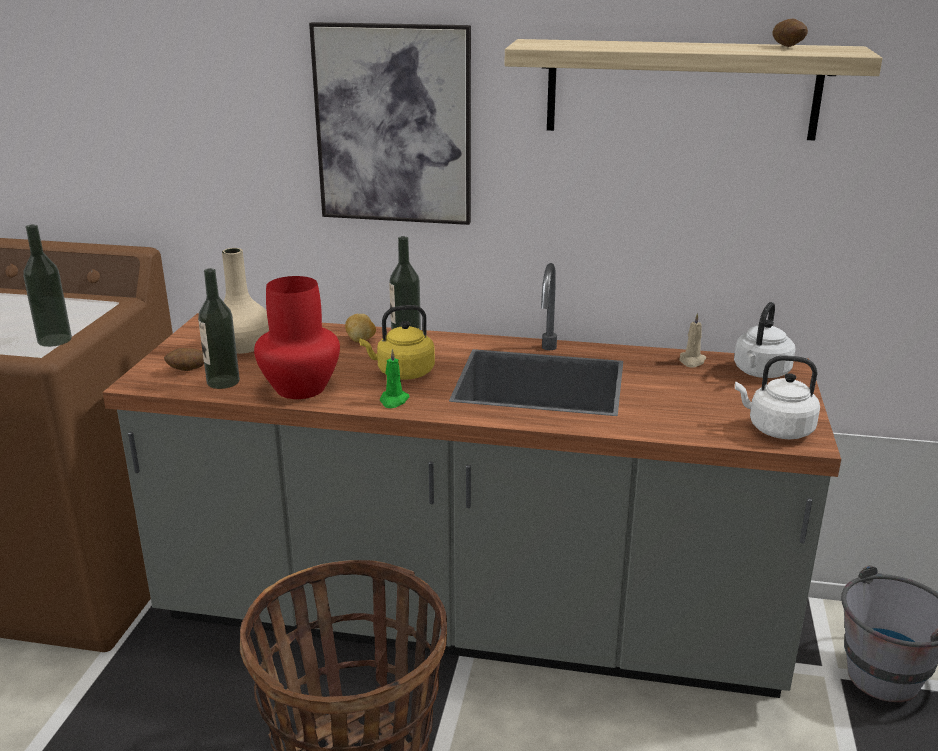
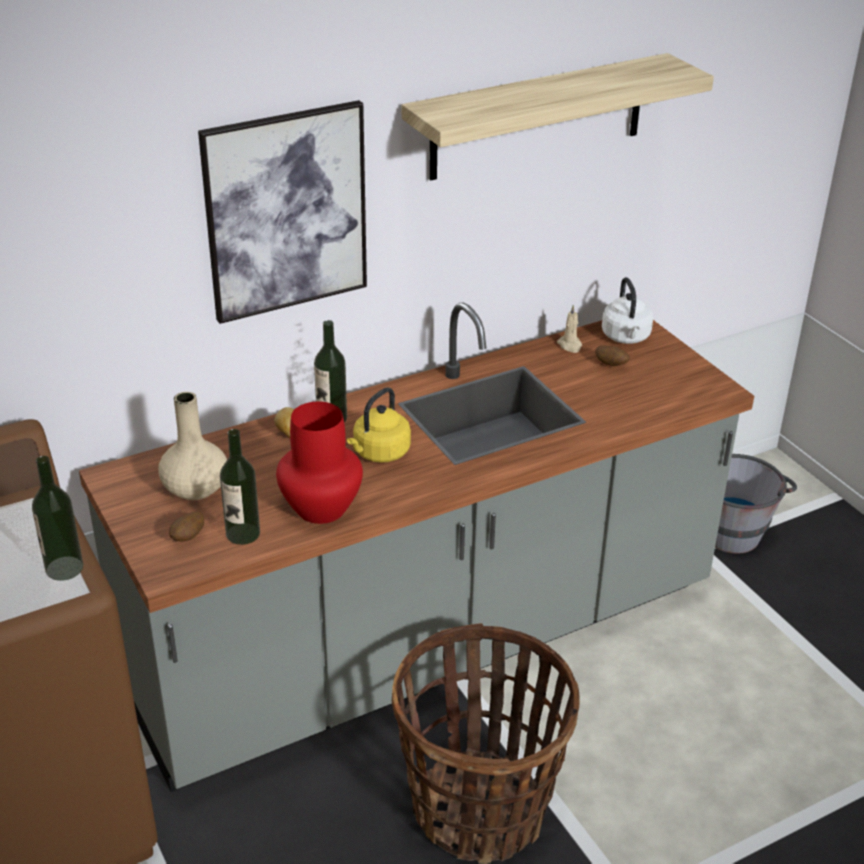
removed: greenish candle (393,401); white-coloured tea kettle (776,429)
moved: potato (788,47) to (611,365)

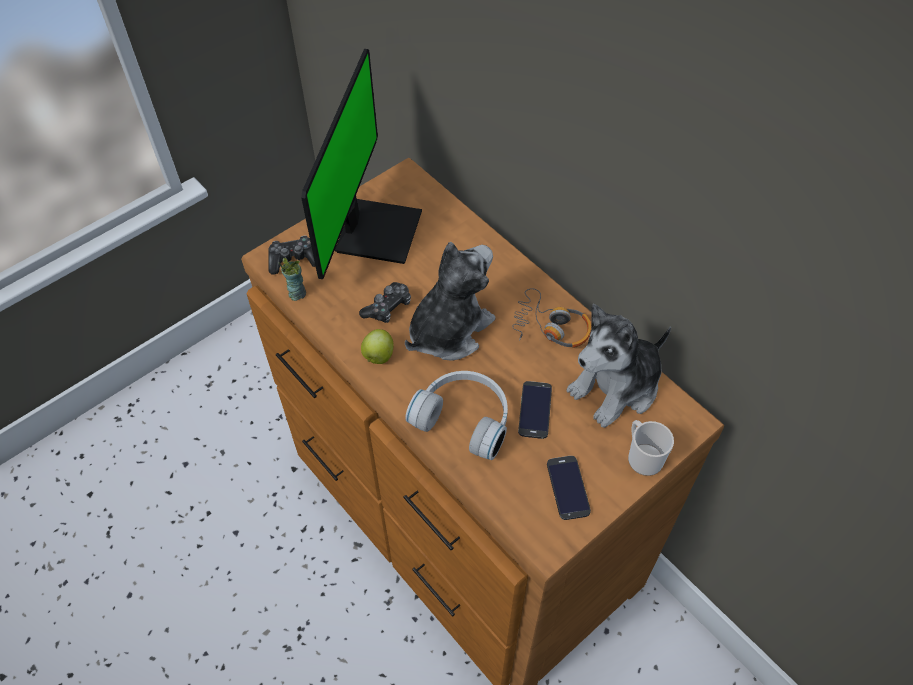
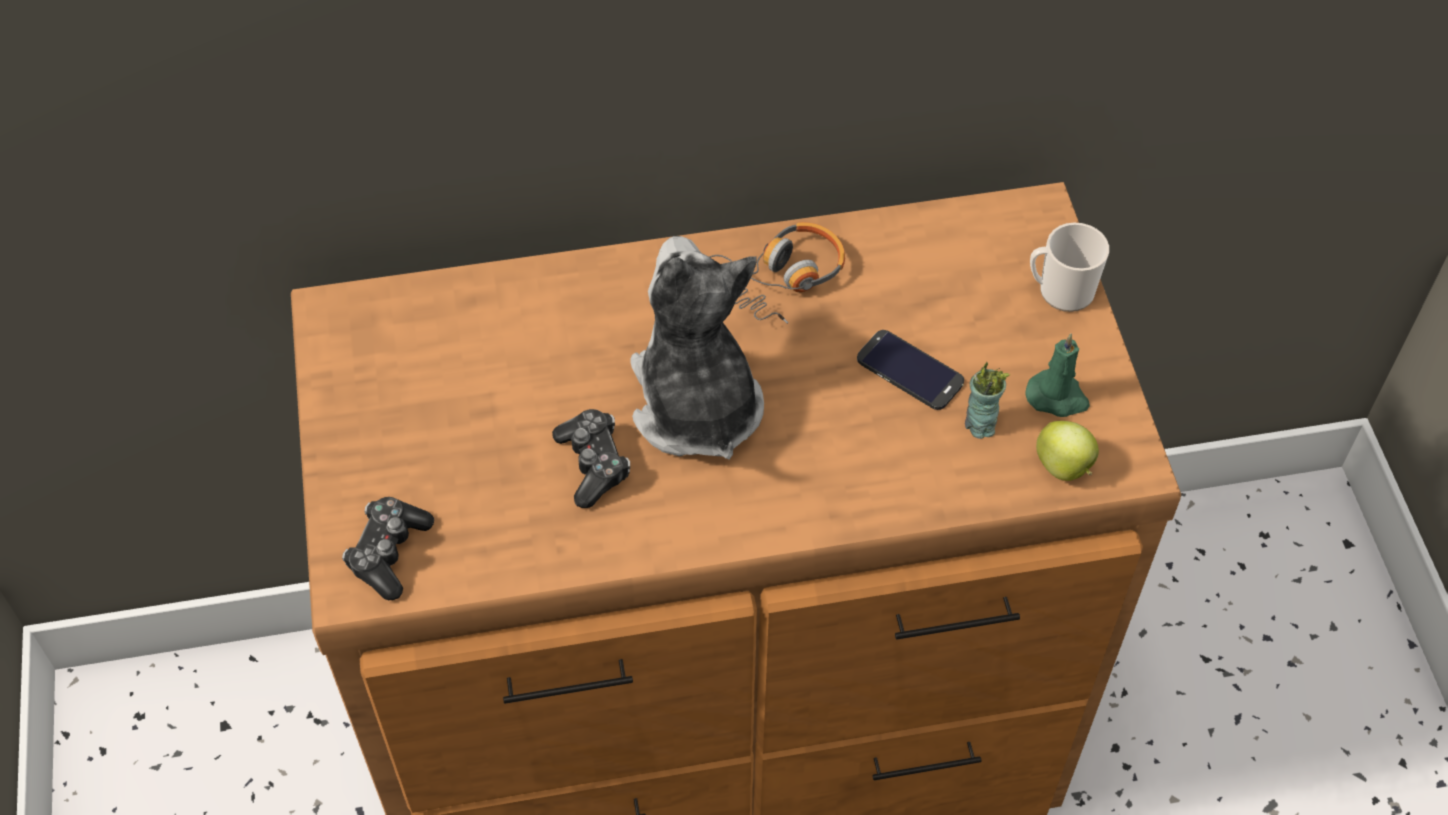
removed: computer screen (374,230); white-coloured headphones (465,417); cuddly toy (616,387)
moved: small cup (297,293) to (979,425); apple (378,356) to (1064,467)
replaced: telephone (568,487) to greenish candle (1057,397)

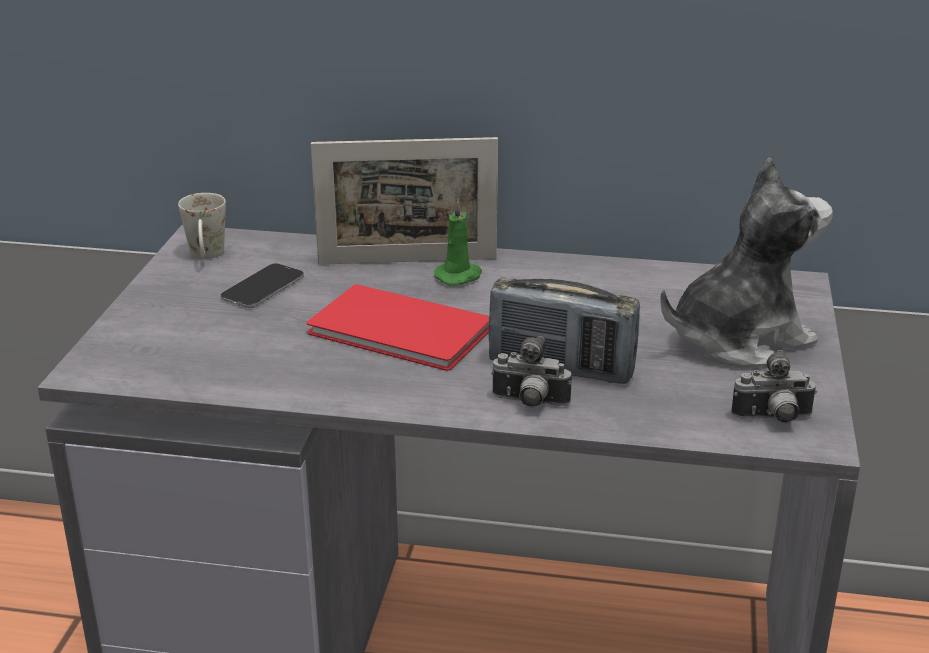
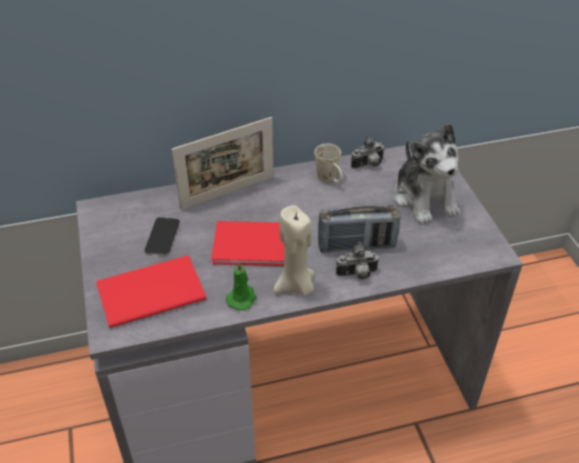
added: reddish volume (147,292); beige-coloured candle (296,286)
moved: white-coloured coffee mug (207,257) to (330,179); greenish candle (459,276) to (242,298); photo camera (773,419) to (368,165)
turned: cuddly toy (738,339) = (425,198) 120 degrees clockwise

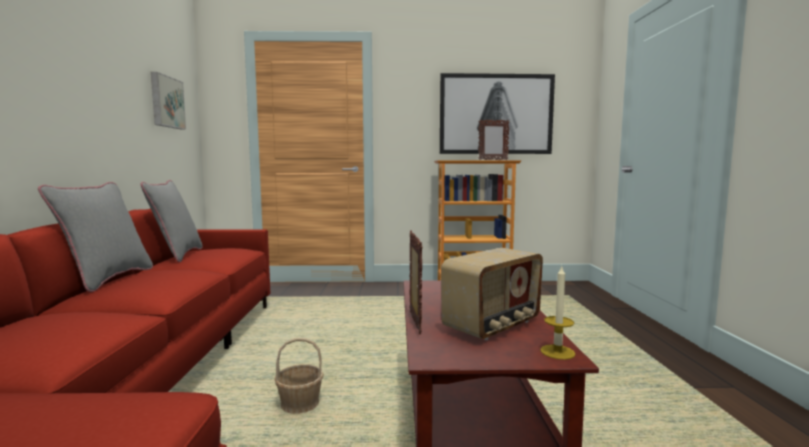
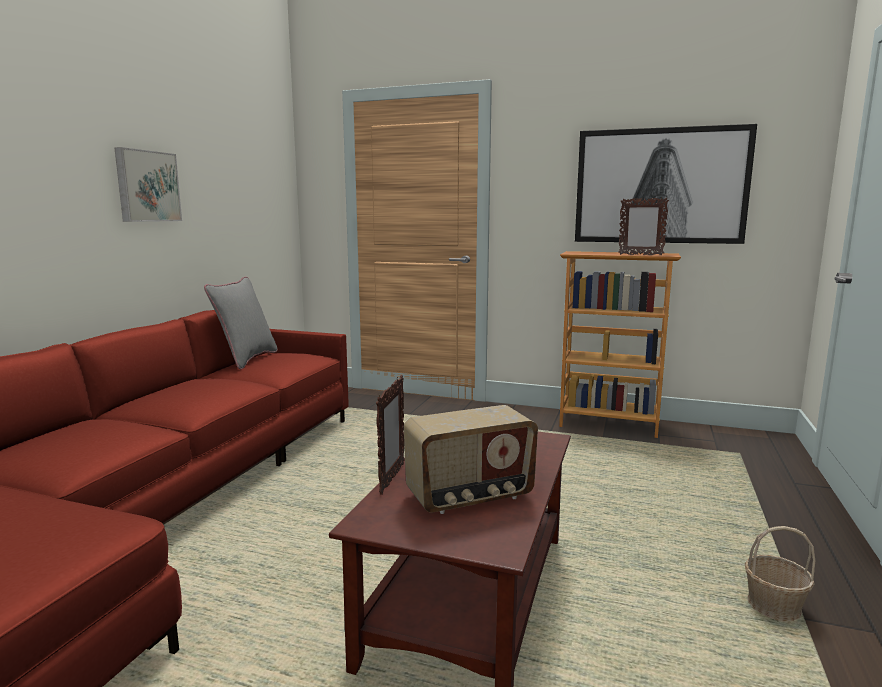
removed: grey throw pillow (107,279); candle (557,352)
moved: wall art (166,102) to (147,186); household basket (299,404) to (773,606)

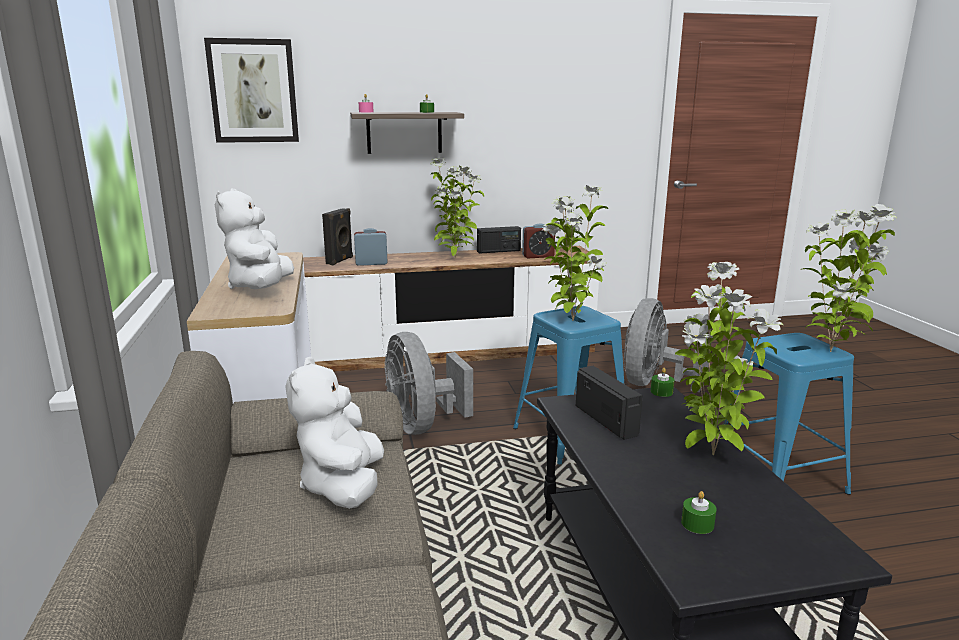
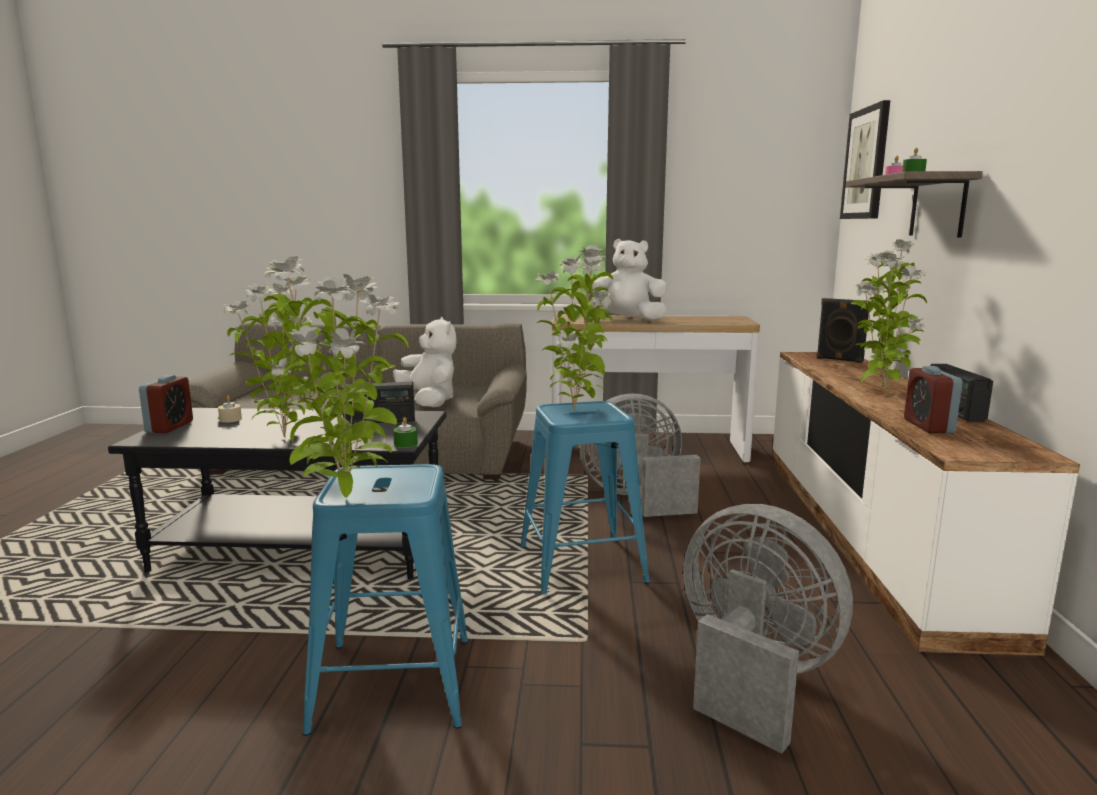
moved: alarm clock (371,263) to (169,427)
recoloured: greenish candle (697,524) to beige-coloured candle (230,419)
turned: white-coloured cuddly toy (343,486) = (429,401) 45 degrees clockwise

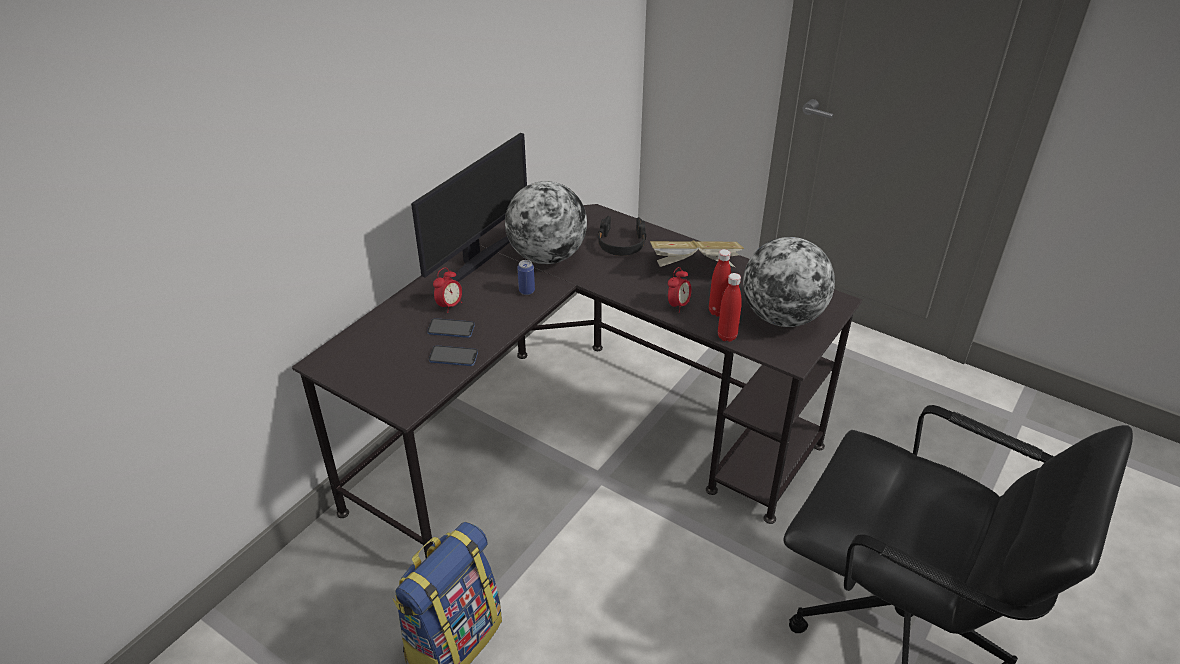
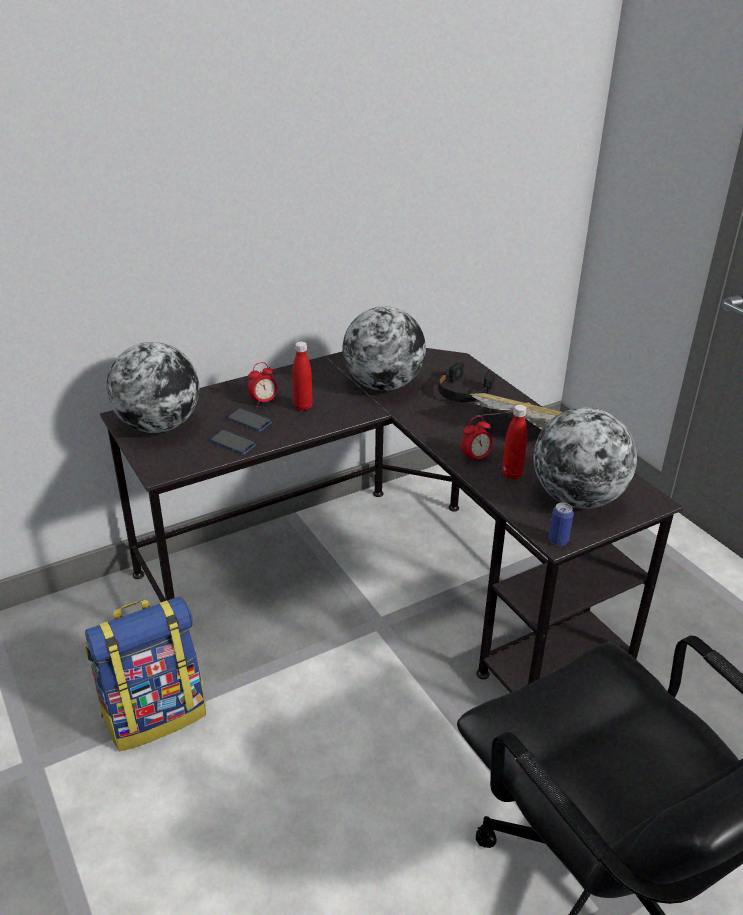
removed: computer screen (476,260)
added: globe (158,426)
moved: metal can (526,291) to (558,540); reddish bottle (727,336) to (303,407)

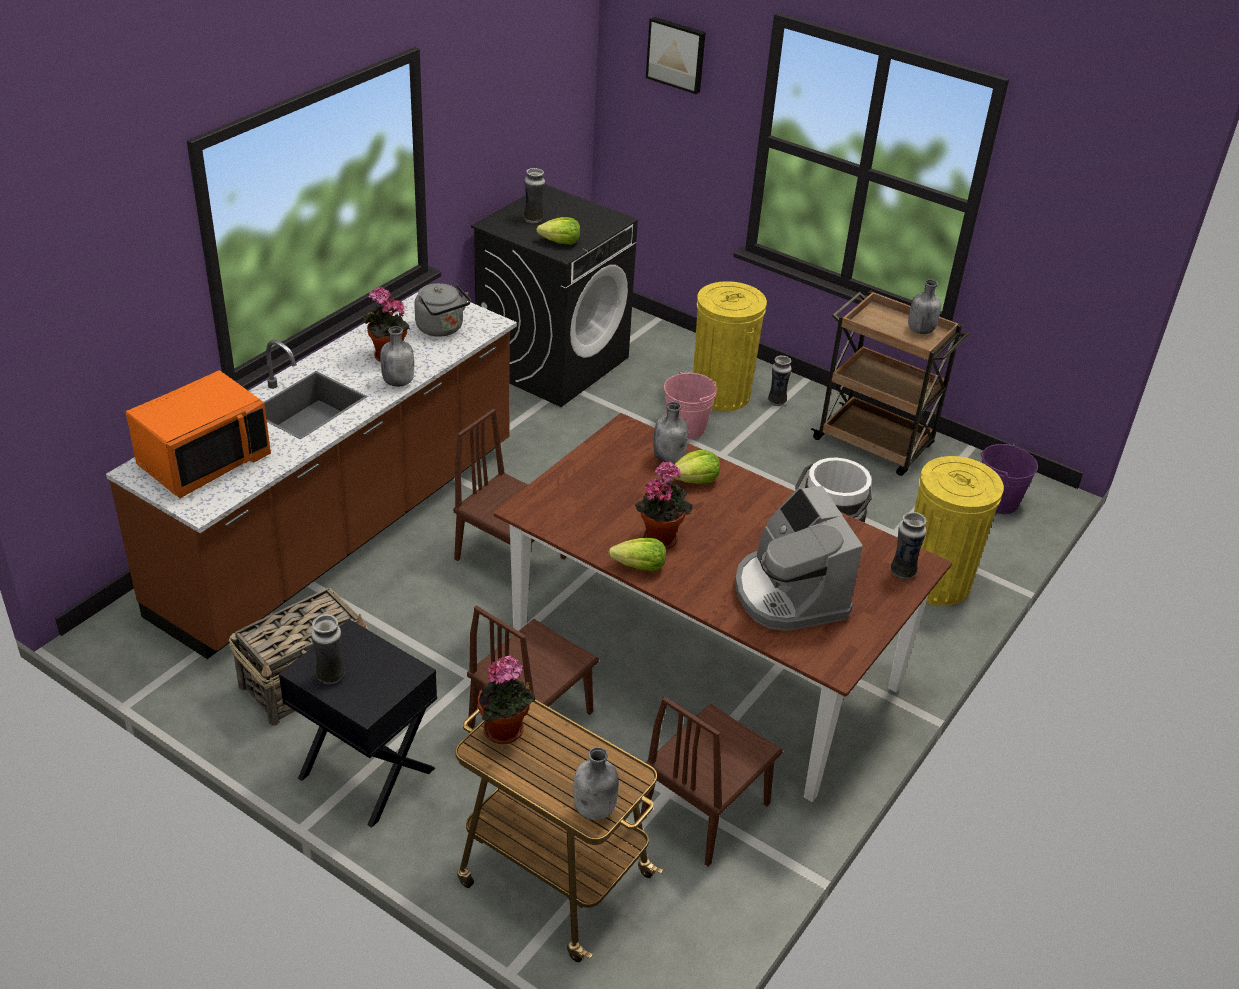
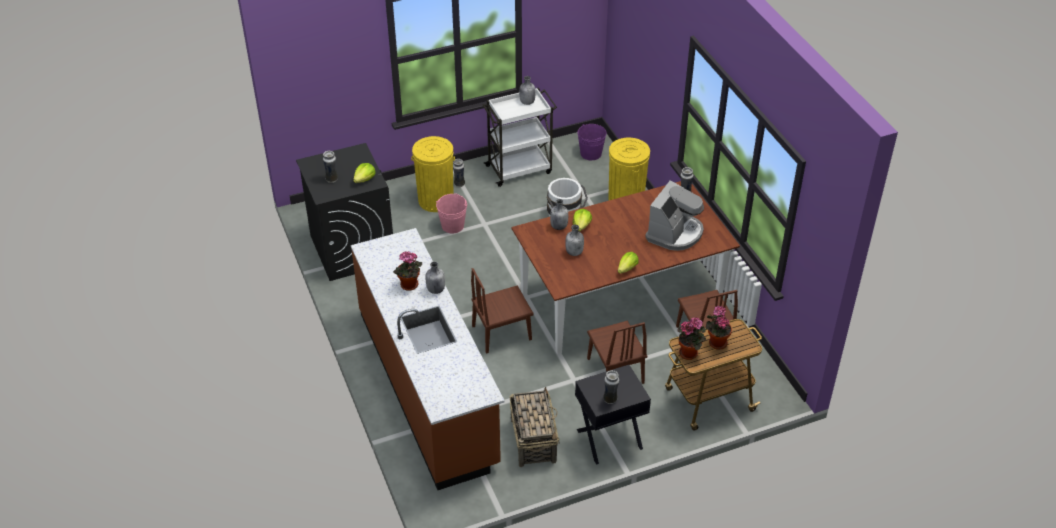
removed: orange microwave oven (203,460); grey tea kettle (442,329); wall art (677,54)
moved: grey bottle (595,809) to (574,252); houseplant (660,537) to (716,342)
recoloured: brown wheeled cart (875,444) to white-coloured wheeled cart (520,169)
turned: coffee brewer (788,594) = (675,233) 75 degrees counterclockwise

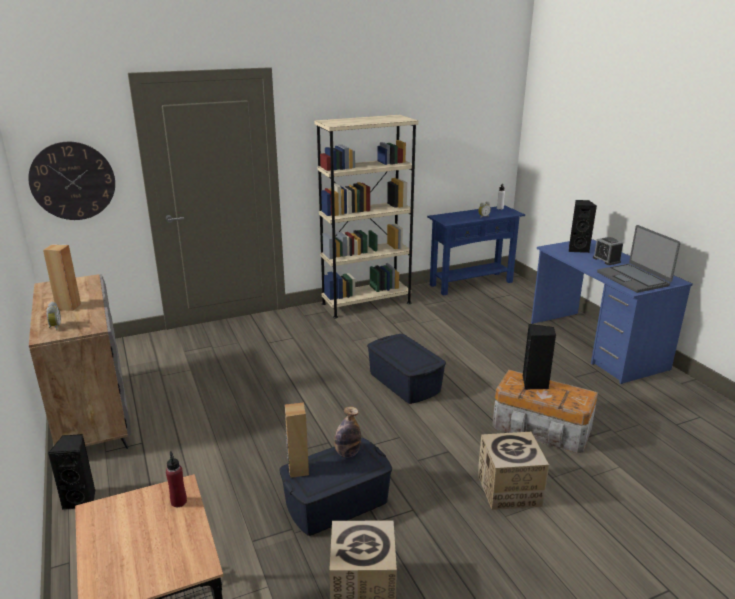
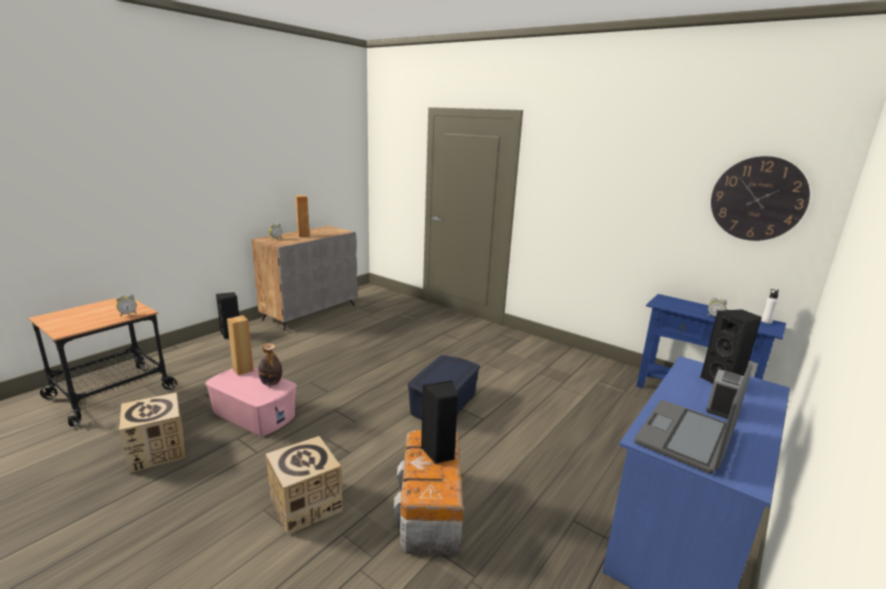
removed: beige-coloured bookcase (366,303)
moved: wall clock (73,181) to (758,199)
replaced: reddish bottle (179,501) to alarm clock (128,314)
recoloured: bluish storage container (336,502) to pink storage container (254,414)

